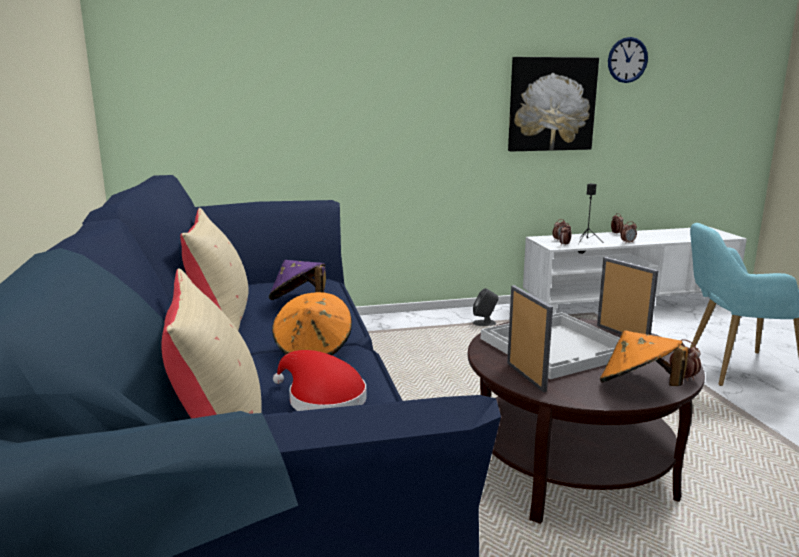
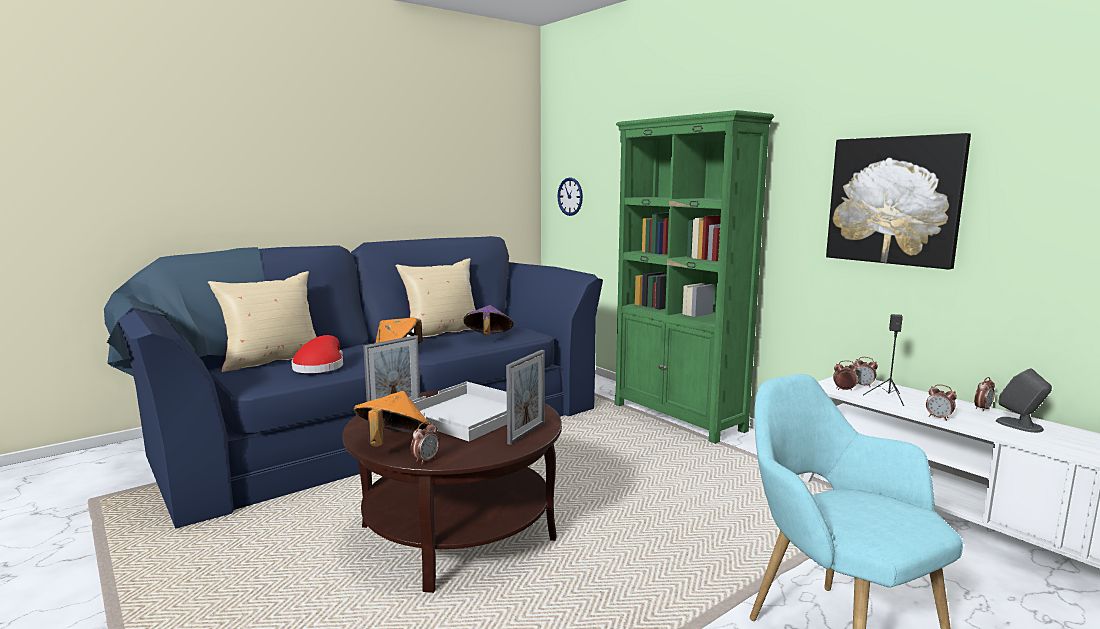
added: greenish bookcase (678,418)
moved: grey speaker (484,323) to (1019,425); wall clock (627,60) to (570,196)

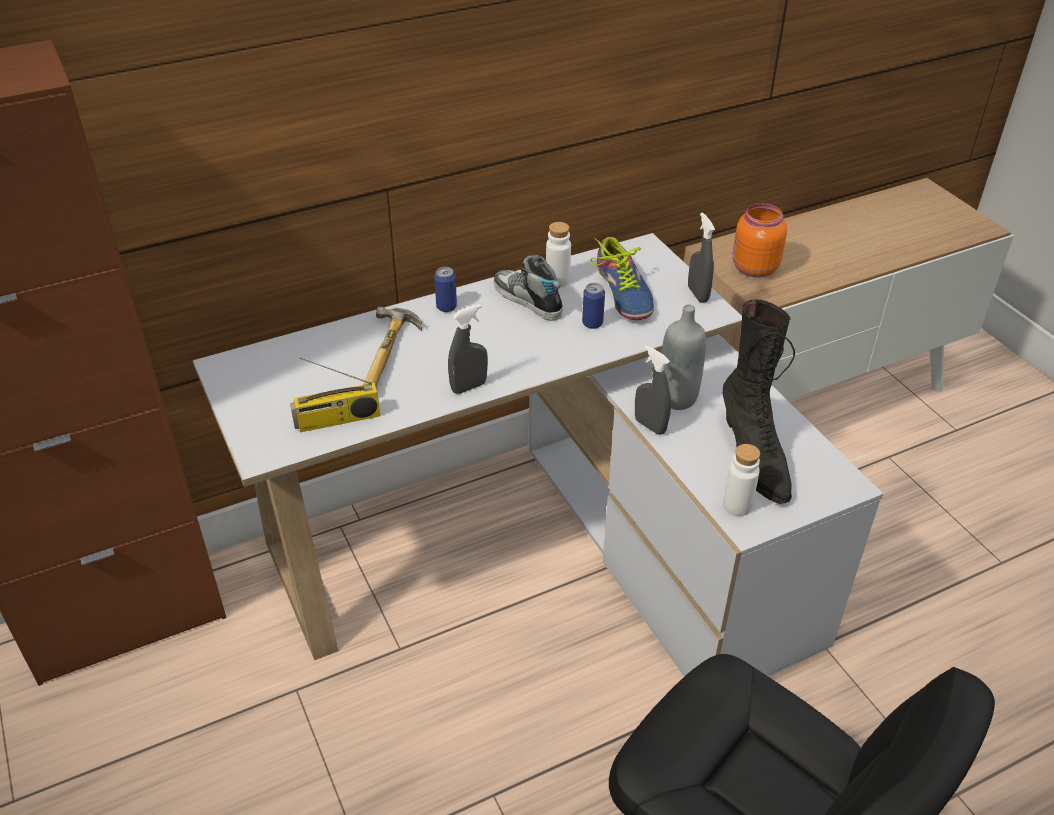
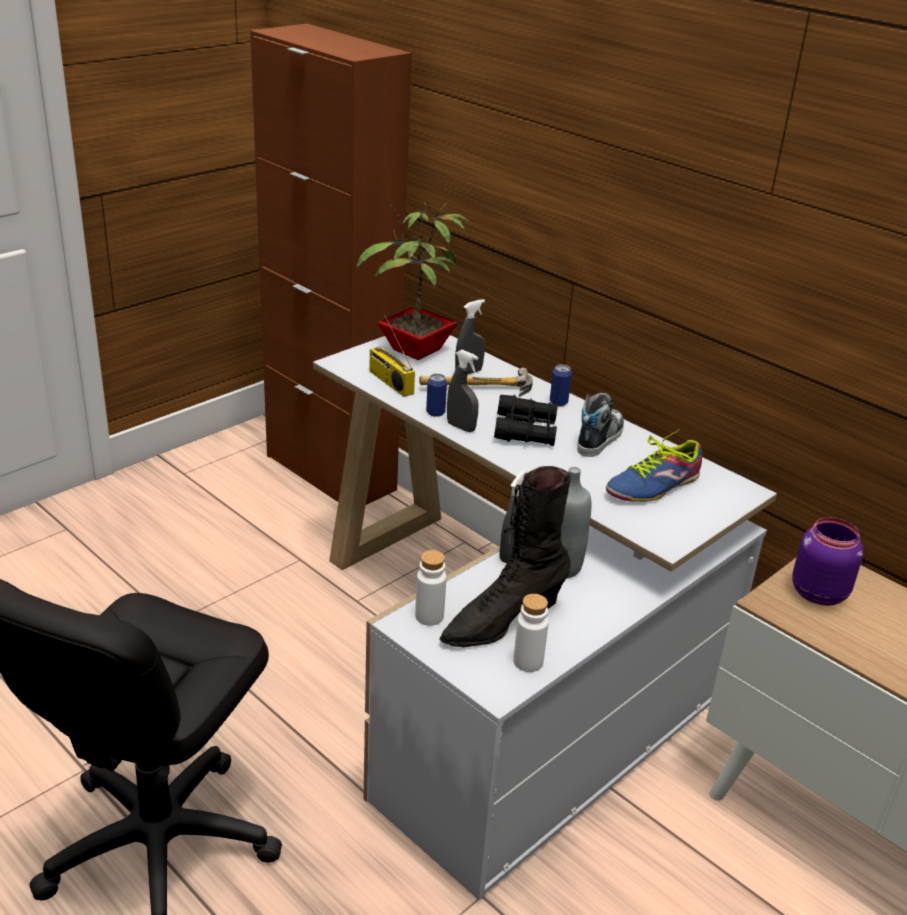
added: houseplant (414,351); blackish field glasses (526,430)
moved: white-coloured bottle (557,280) to (528,662); metal can (592,323) to (435,412); grey spray bottle (698,294) to (468,372)
recoloured: orange storage jar (753,269) to purplish storage jar (817,592)

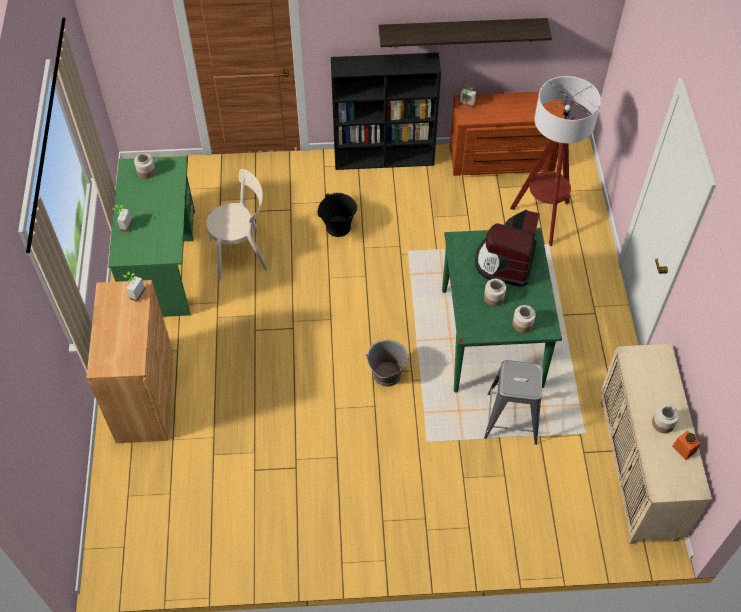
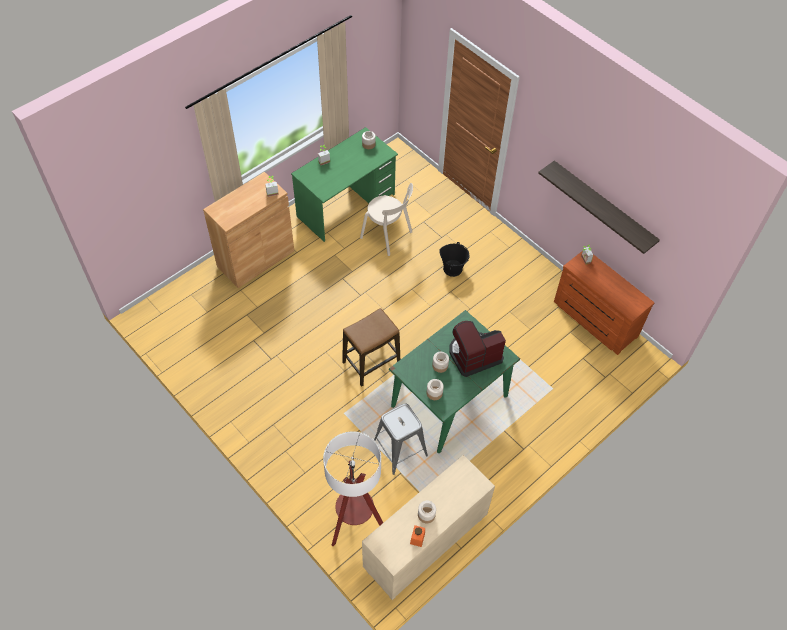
removed: blackish bookcase (385,157)
moved: standard lamp (543,218) to (355,523)
replaced: grey water bucket (386,374) to stool (371,362)

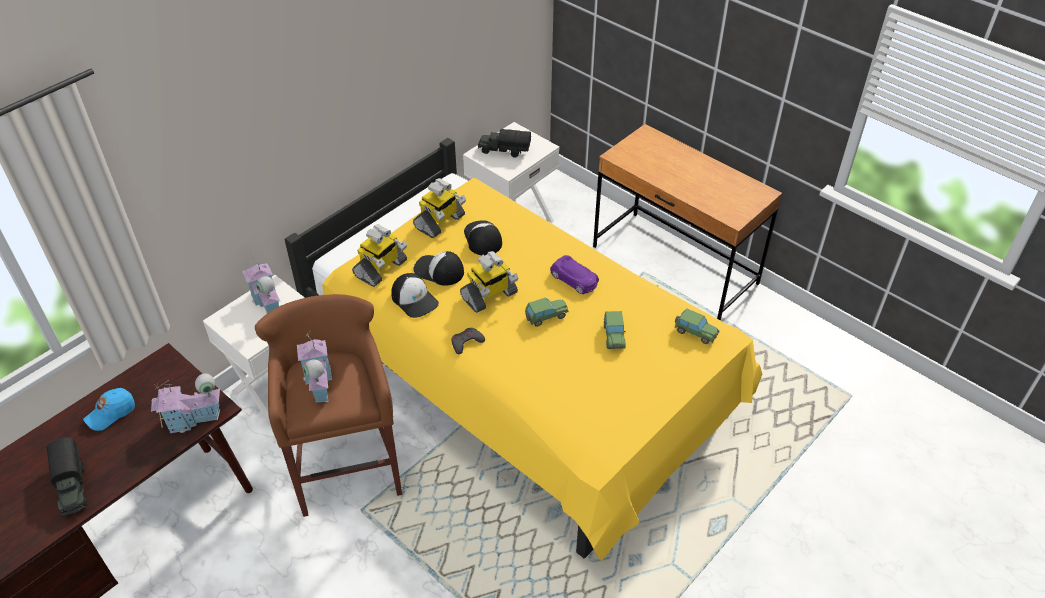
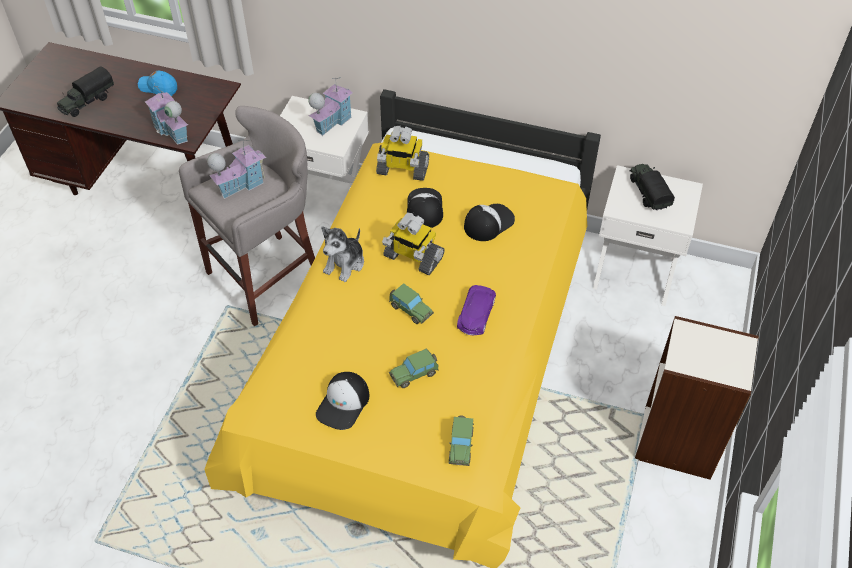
removed: model robot (440,222)
moved: cap (415,299) to (343,404)
replaced: grey game controller (466,342) to cuddly toy (345,264); brown desk (674,265) to bookcase (678,442)
recoloured: brown stool (347,464) to grey stool (268,276)

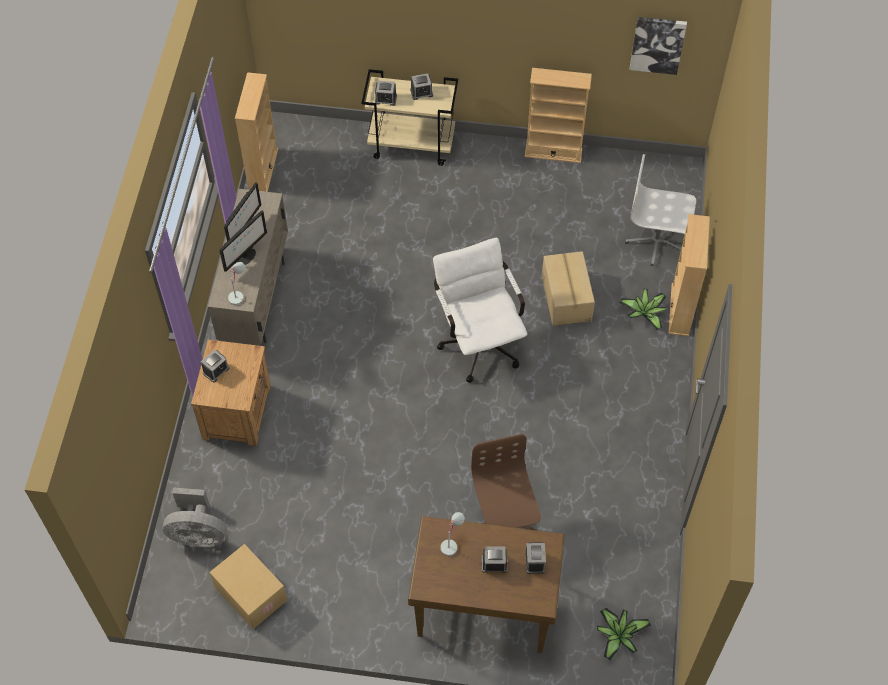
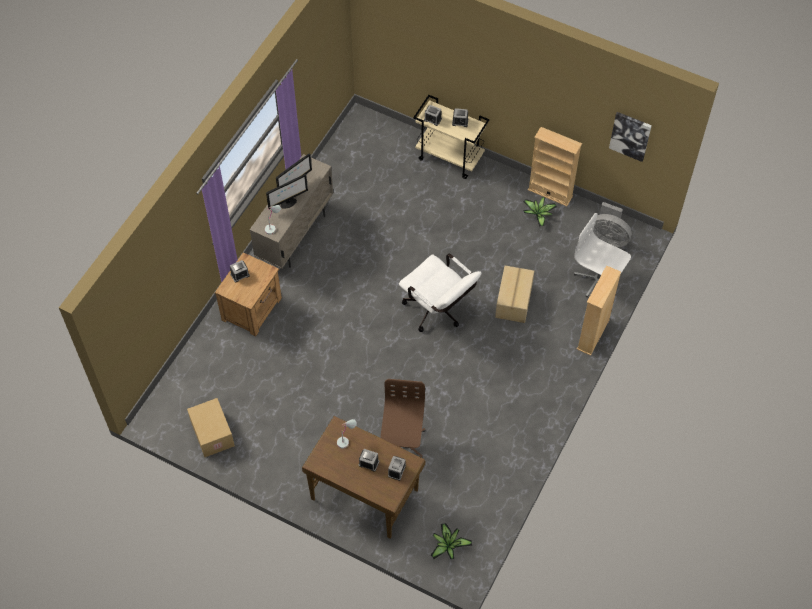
removed: beige-coloured bookcase (263,170)
moved: grey cooling fan (198,534) to (608,237); houseplant (645,313) to (538,214)
turned: white-coloured desk chair (478,340) = (438,311) 135 degrees clockwise

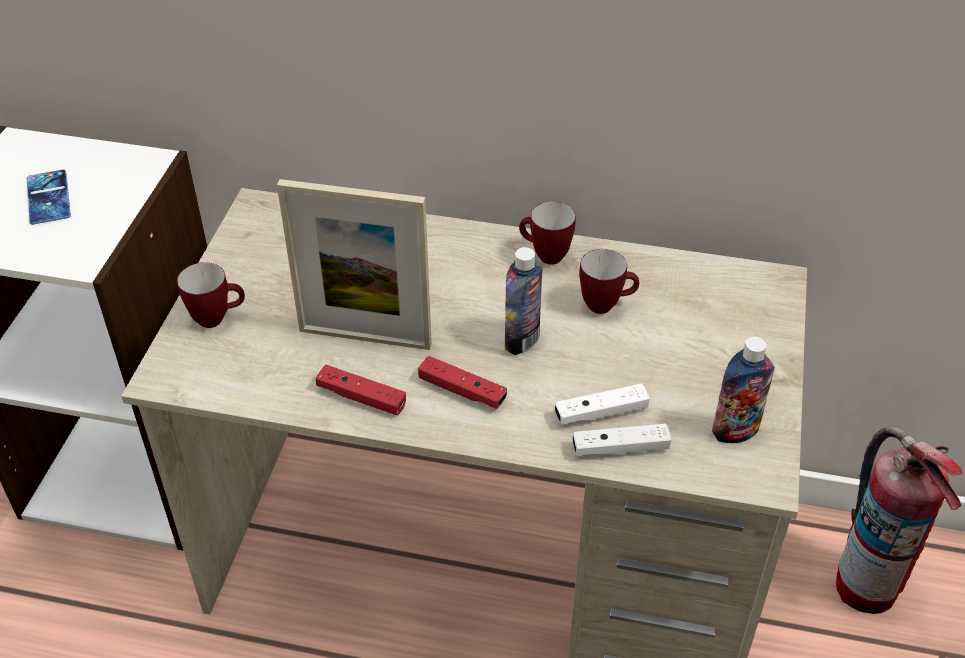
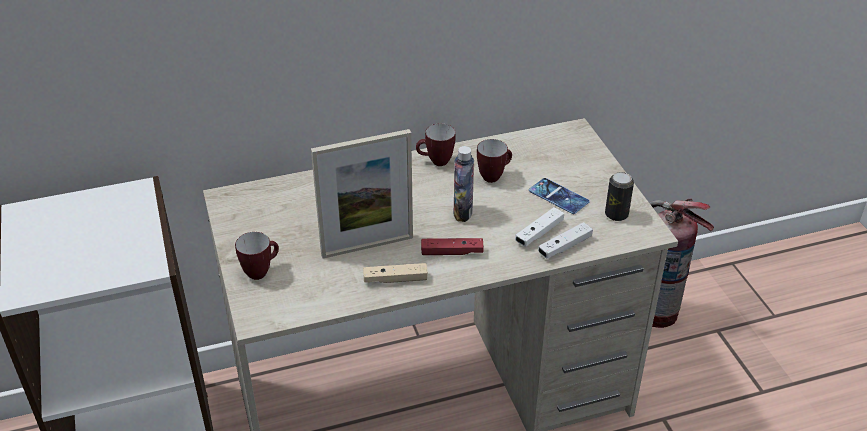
moved: telephone (48,197) to (558,196)
replaced: bottle (735,431) to metal can (616,214)
recoloured: reddish game controller (361,397) to beige-coloured game controller (395,279)

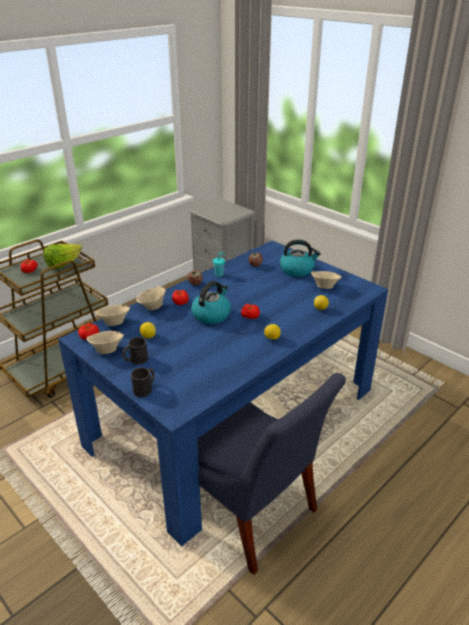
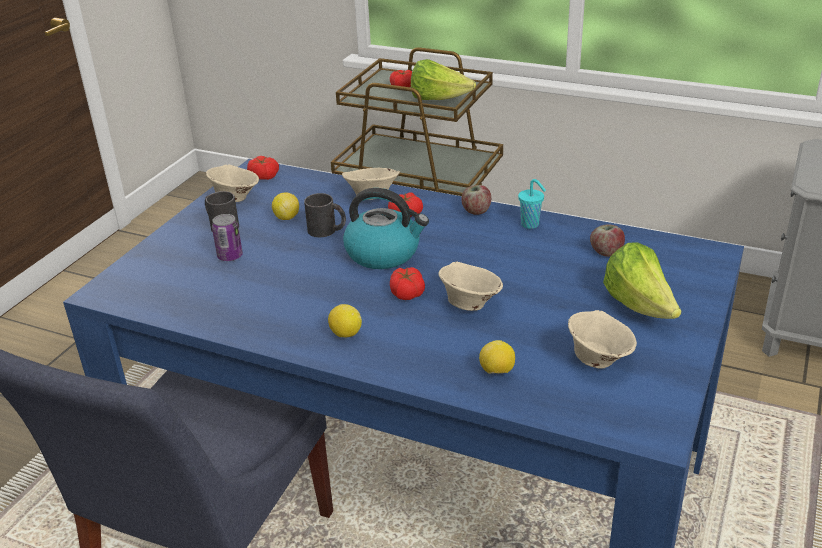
added: metal can (230,256)
moved: beige-coloured serving bowl (114,323) to (469,303); blackish coffee mug (145,388) to (327,230)
replaced: tea kettle (297,270) to head of lettuce (640,306)

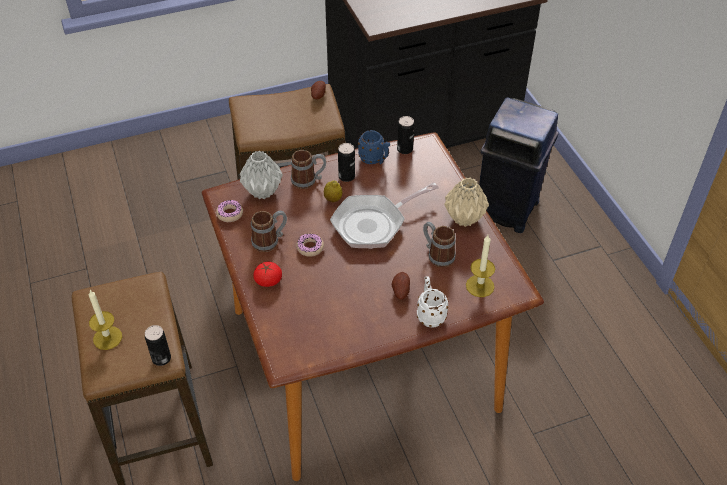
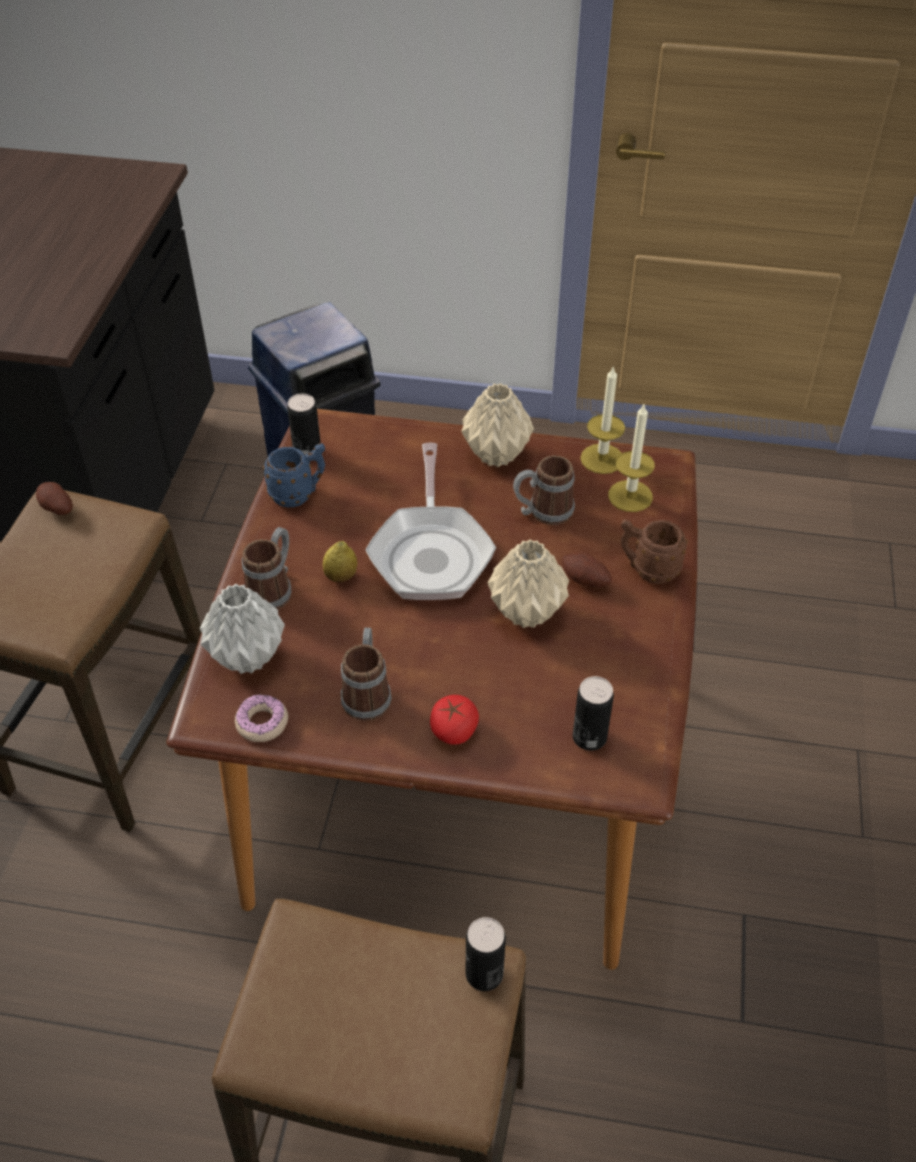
removed: donut (310,247)
added: beige-coloured vase (528,613)
moved: candle (107,338) to (602,459); metal can (346,176) to (589,737)
recoloured: white-coloured coffee mug (429,314) to brown coffee mug (648,569)

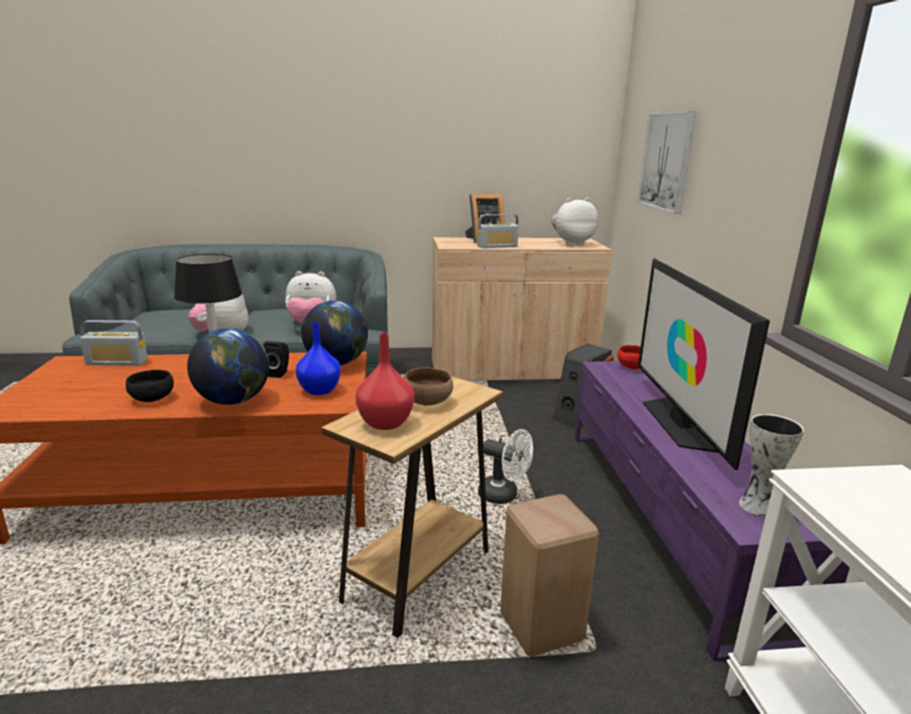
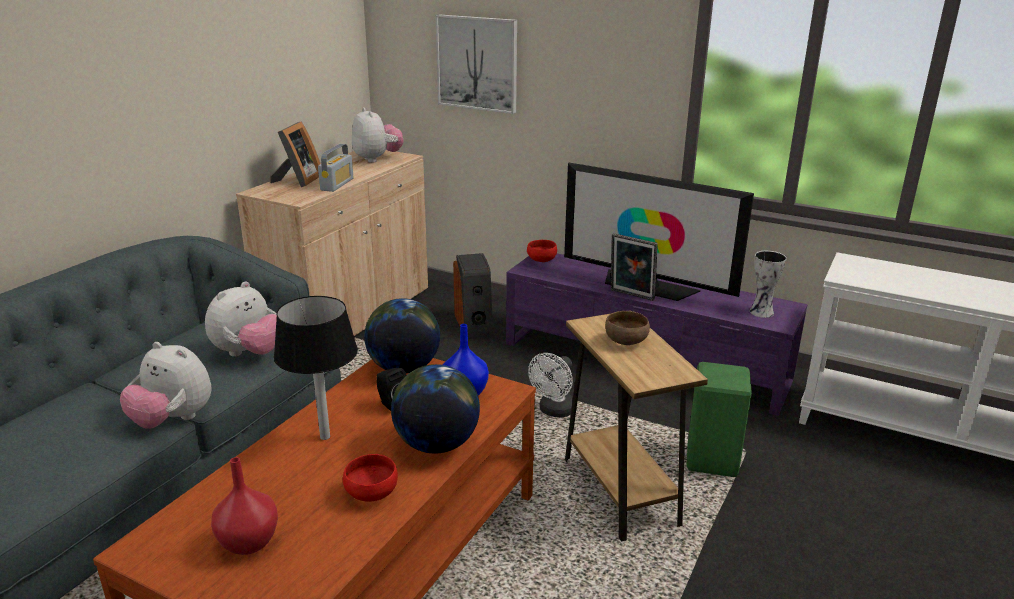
removed: radio receiver (117,362)
added: picture frame (631,295)
moved: reddish vase (386,423) to (250,542)
recoloured: blackish serving bowl (151,398) to reddish serving bowl (371,494); beige-coloured stool (540,628) to greenish stool (713,462)
turned: white-coloured cooling fan (504,496) = (554,411) 150 degrees clockwise; cuddly toy (571,243) = (377,159) 135 degrees clockwise

